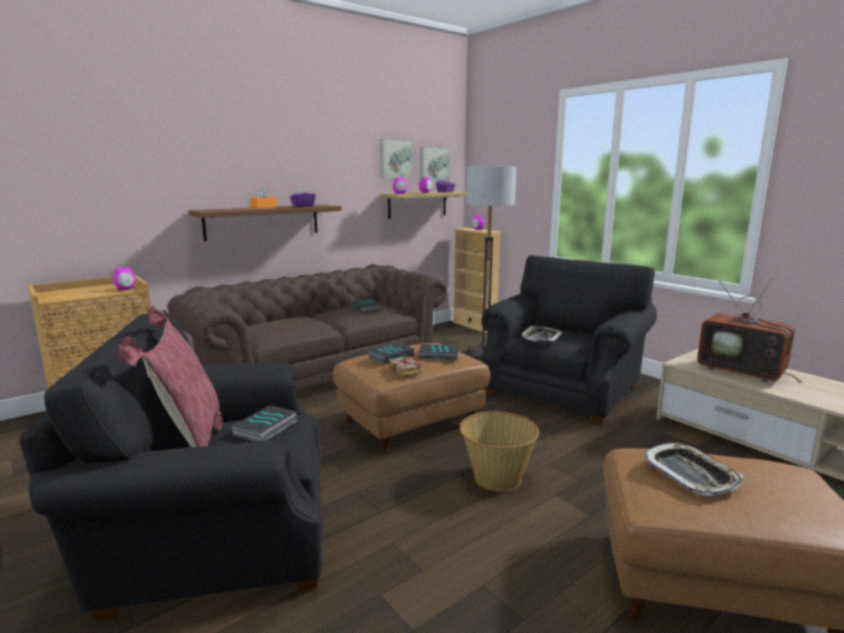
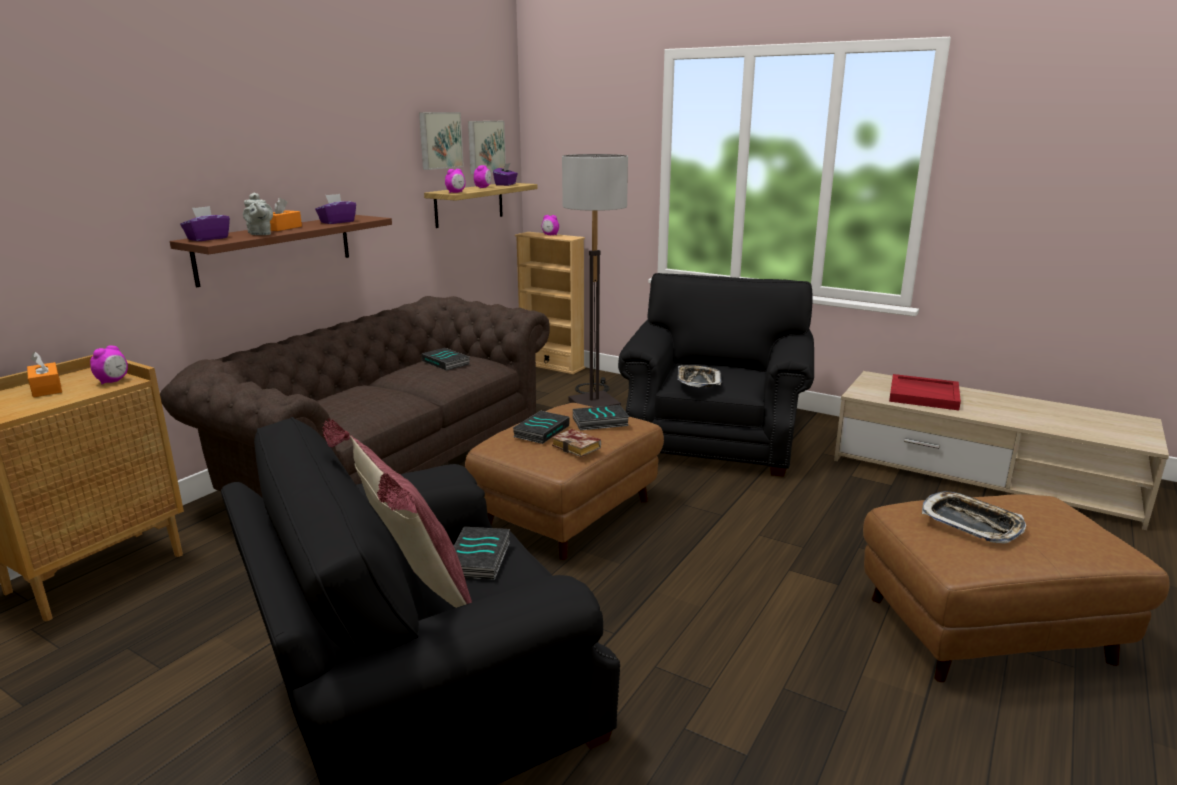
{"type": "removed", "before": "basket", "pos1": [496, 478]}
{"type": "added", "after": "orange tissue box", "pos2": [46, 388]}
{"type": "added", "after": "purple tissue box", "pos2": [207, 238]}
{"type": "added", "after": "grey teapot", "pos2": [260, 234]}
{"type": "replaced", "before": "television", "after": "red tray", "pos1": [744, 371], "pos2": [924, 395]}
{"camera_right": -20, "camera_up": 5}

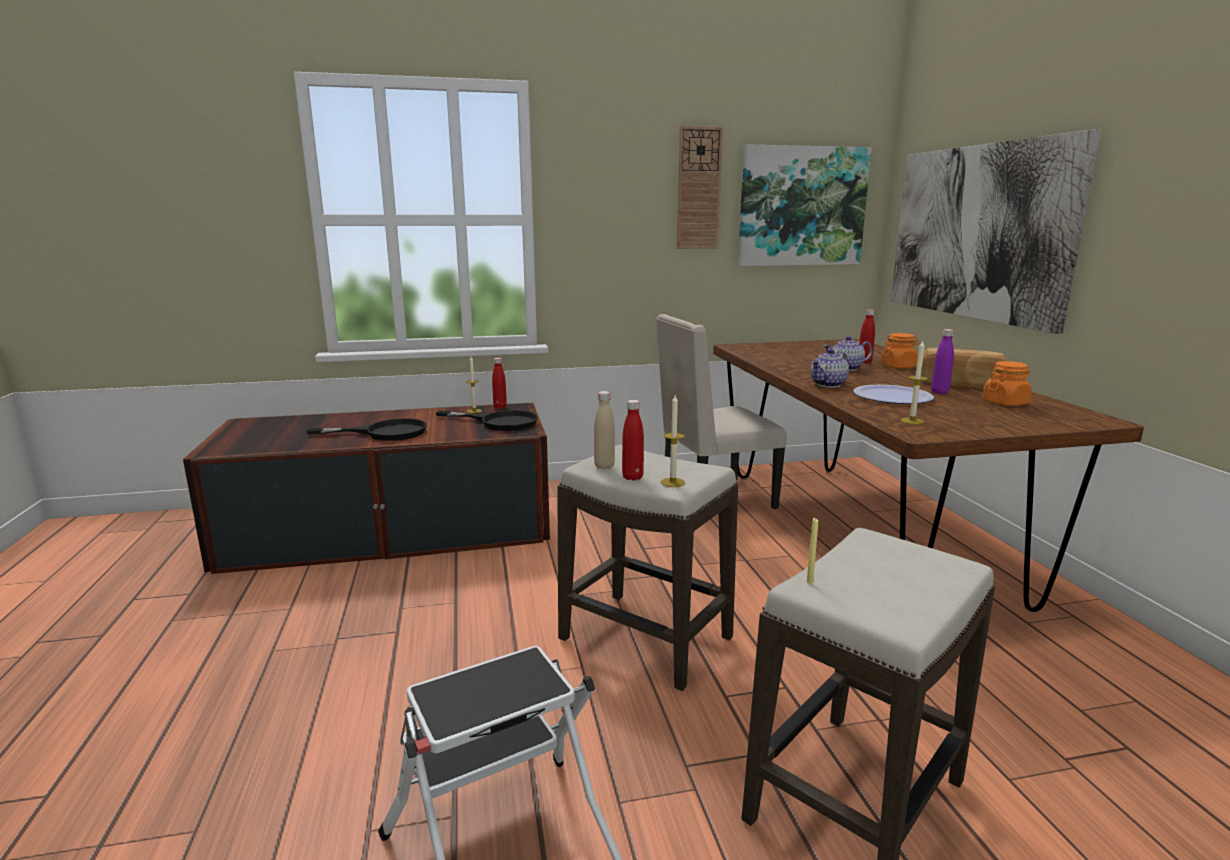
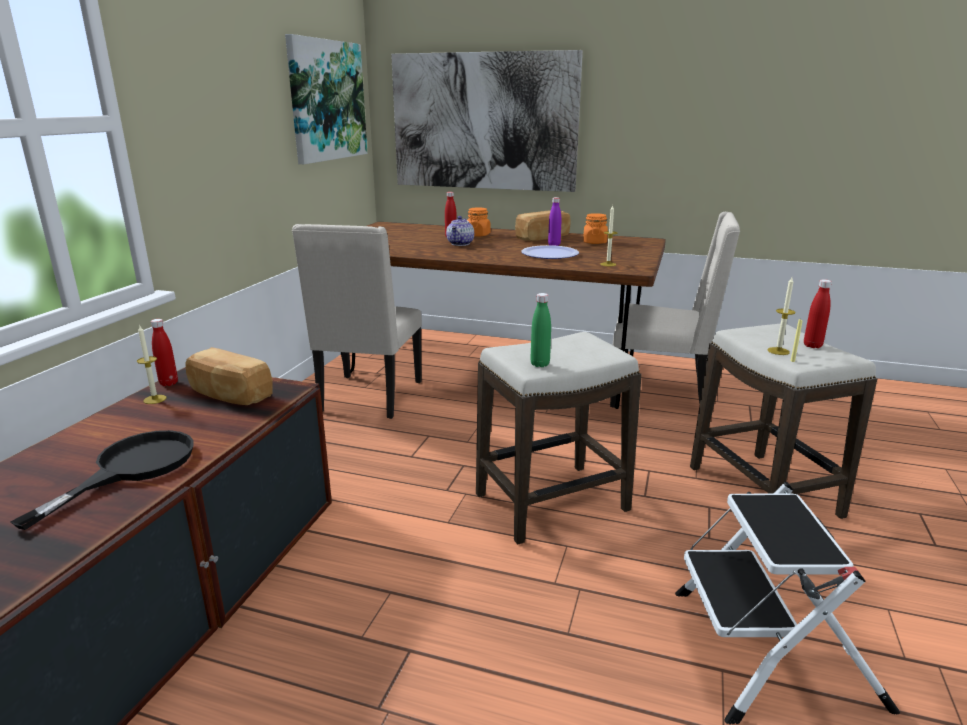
{"type": "removed", "before": "wall clock", "pos1": [698, 189]}
{"type": "removed", "before": "teapot", "pos1": [828, 385]}
{"type": "added", "after": "beige chair", "pos2": [661, 395]}
{"type": "moved", "before": "red bottle", "pos1": [632, 477], "pos2": [812, 345]}
{"type": "moved", "before": "candle", "pos1": [672, 482], "pos2": [778, 351]}
{"type": "replaced", "before": "black frying pan", "after": "bread", "pos1": [500, 422], "pos2": [229, 394]}
{"type": "recoloured", "before": "beige bottle", "after": "green bottle", "pos1": [604, 466], "pos2": [540, 364]}
{"camera_right": -60, "camera_up": 5}

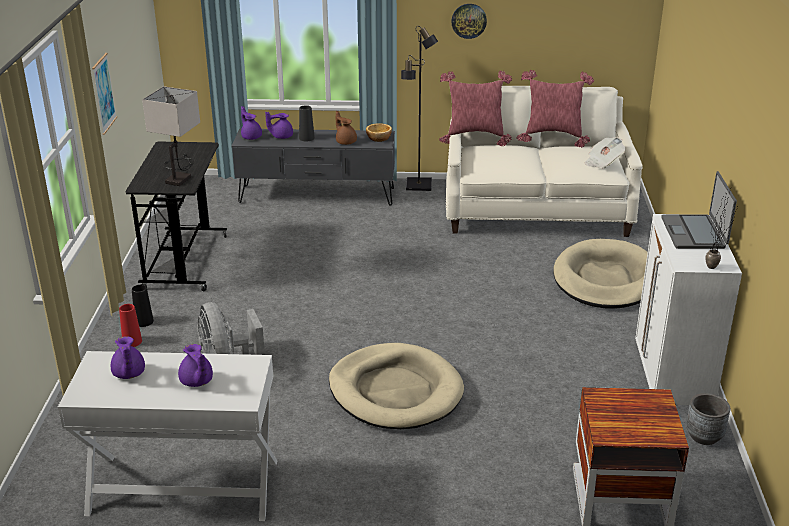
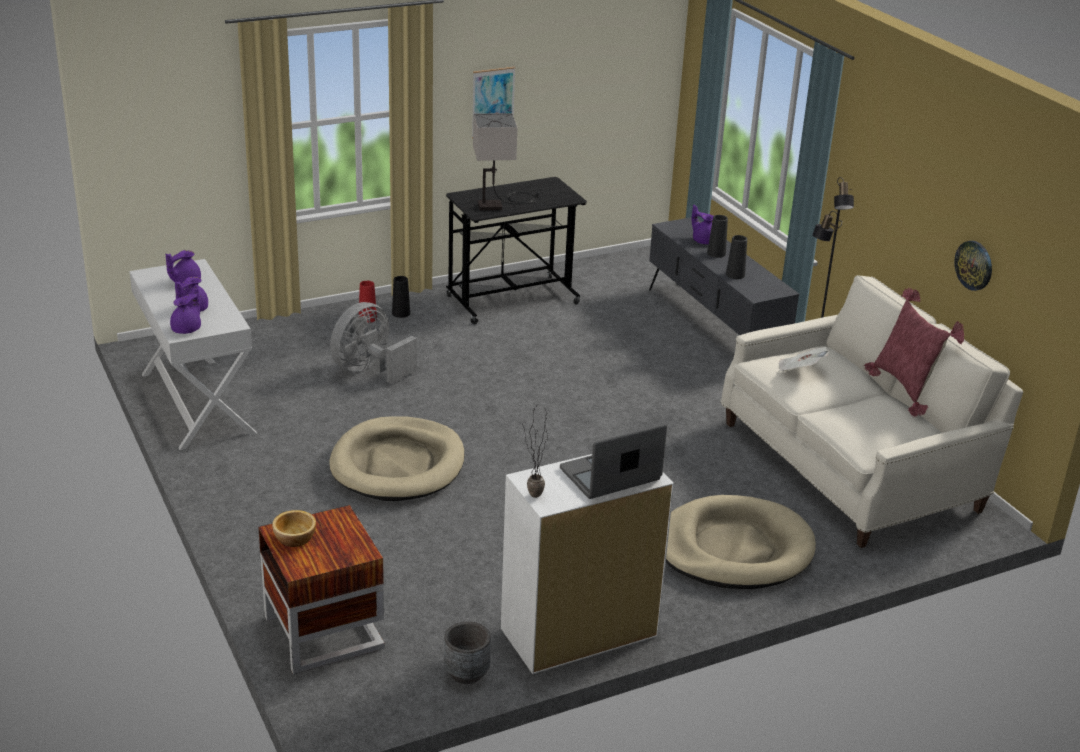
{"type": "removed", "before": "red pillow", "pos1": [474, 141]}
{"type": "moved", "before": "purple teapot", "pos1": [251, 136], "pos2": [187, 329]}
{"type": "moved", "before": "bowl", "pos1": [379, 138], "pos2": [295, 538]}
{"type": "moved", "before": "wall clock", "pos1": [469, 20], "pos2": [974, 265]}
{"type": "moved", "before": "newspaper", "pos1": [603, 162], "pos2": [799, 371]}
{"type": "replaced", "before": "brown teapot", "after": "black vase", "pos1": [345, 141], "pos2": [735, 274]}
{"camera_right": 60, "camera_up": 0}

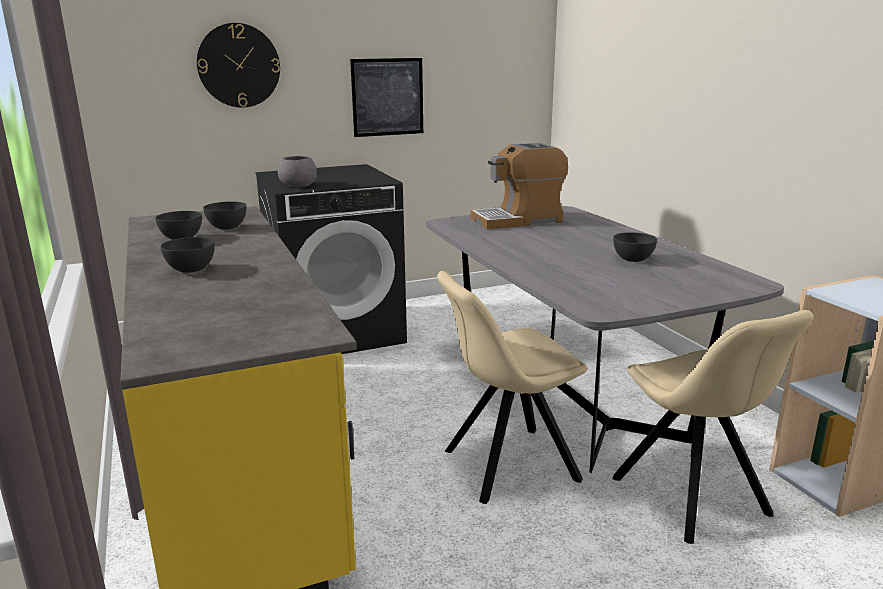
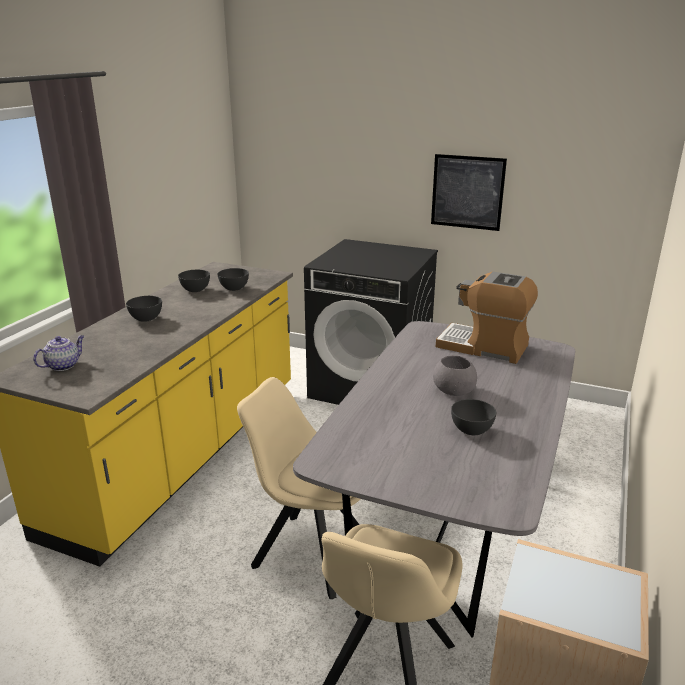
{"type": "removed", "before": "wall clock", "pos1": [239, 65]}
{"type": "added", "after": "teapot", "pos2": [63, 365]}
{"type": "moved", "before": "grey bowl", "pos1": [299, 185], "pos2": [454, 390]}
{"camera_right": 45, "camera_up": 5}

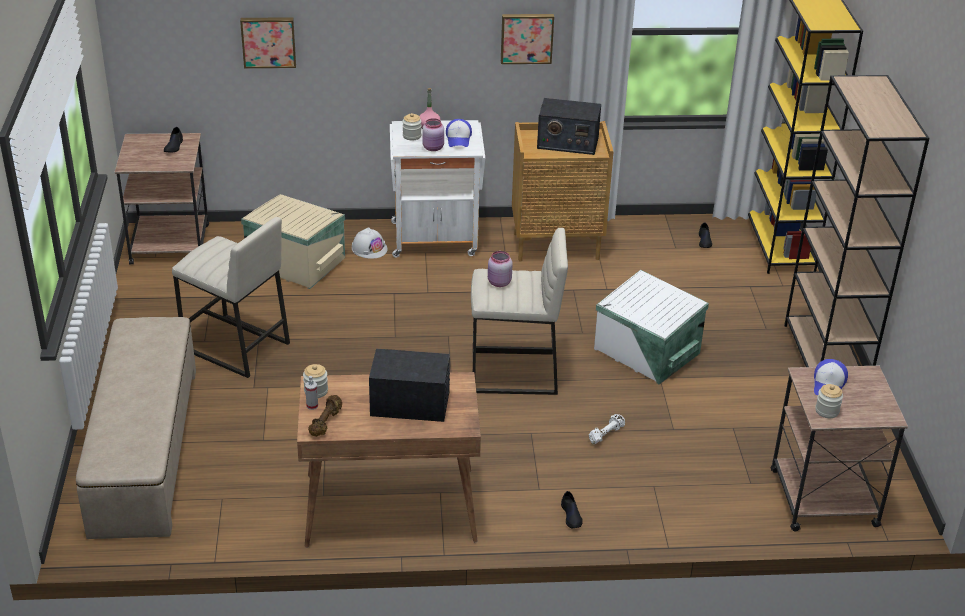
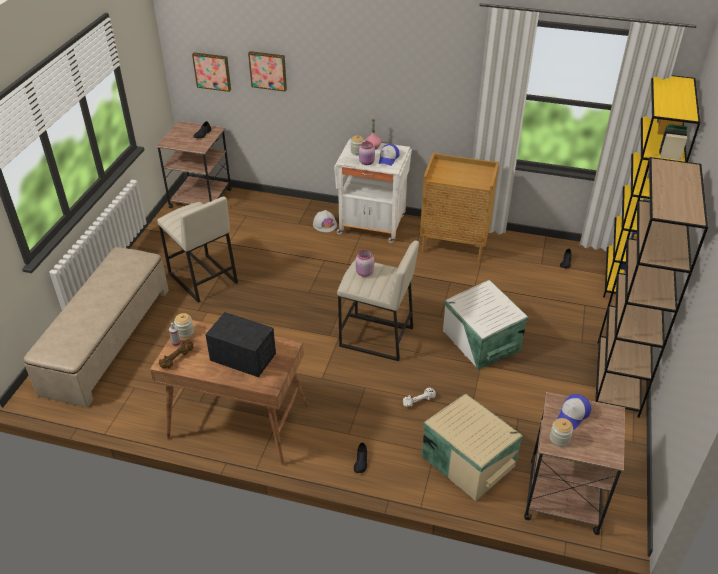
{"type": "removed", "before": "radio", "pos1": [567, 142]}
{"type": "moved", "before": "beige storage box", "pos1": [296, 261], "pos2": [468, 460]}
{"type": "moved", "before": "picture", "pos1": [526, 37], "pos2": [212, 71]}
{"camera_right": 20, "camera_up": 5}

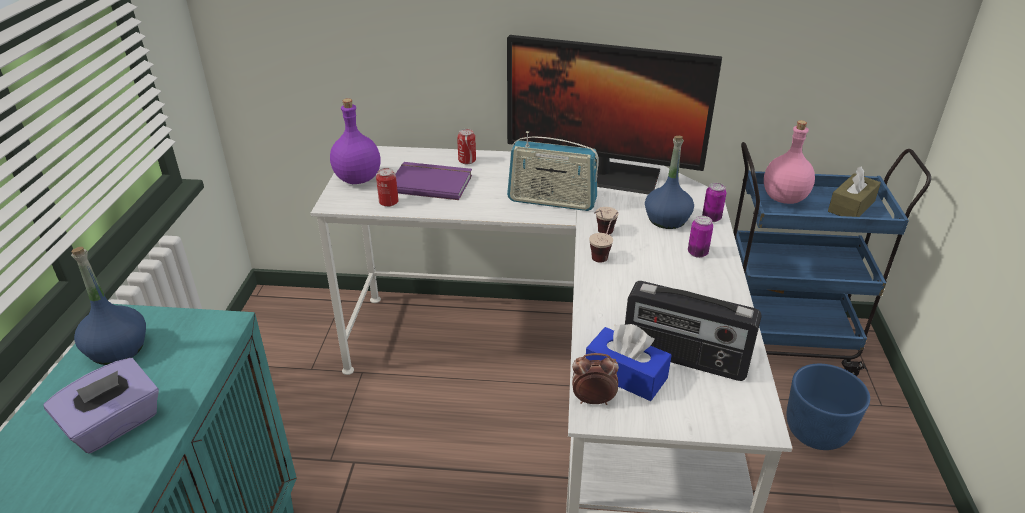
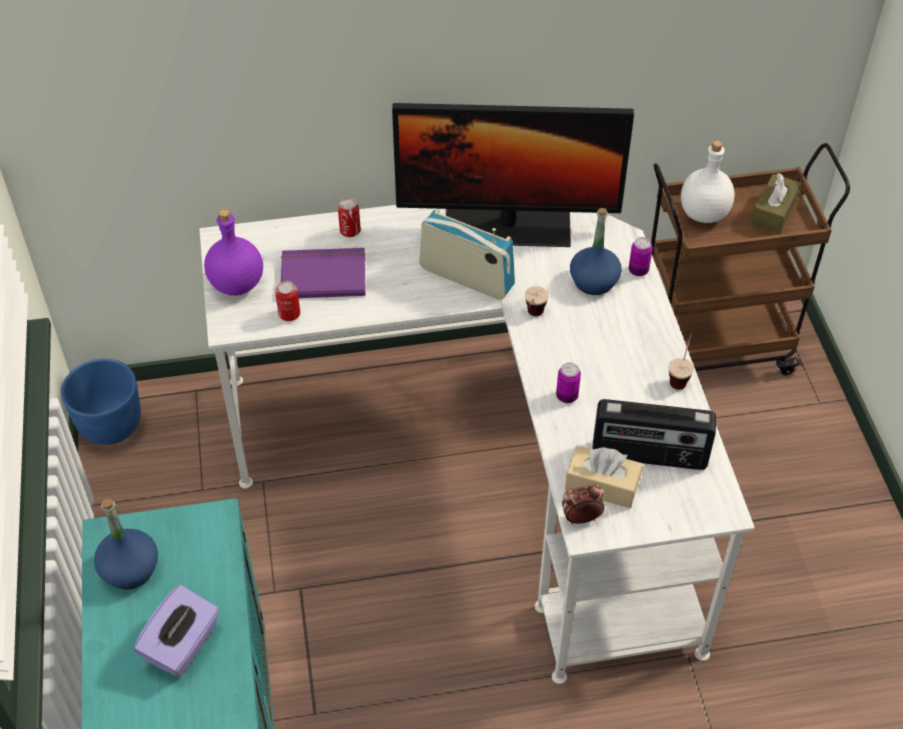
{"type": "moved", "before": "cup", "pos1": [604, 254], "pos2": [680, 376]}
{"type": "moved", "before": "can", "pos1": [697, 253], "pos2": [567, 396]}
{"type": "moved", "before": "blue planter", "pos1": [816, 434], "pos2": [111, 427]}
{"type": "recoloured", "before": "blue tissue box", "after": "beige tissue box", "pos1": [625, 375], "pos2": [602, 485]}
{"type": "recoloured", "before": "blue cart", "after": "brown cart", "pos1": [783, 346], "pos2": [713, 350]}
{"type": "recoloured", "before": "pink bottle", "after": "white bottle", "pos1": [783, 198], "pos2": [702, 213]}
{"type": "turned", "before": "radio", "pos1": [551, 201], "pos2": [466, 277], "turn": -150}
{"camera_right": -15, "camera_up": 15}

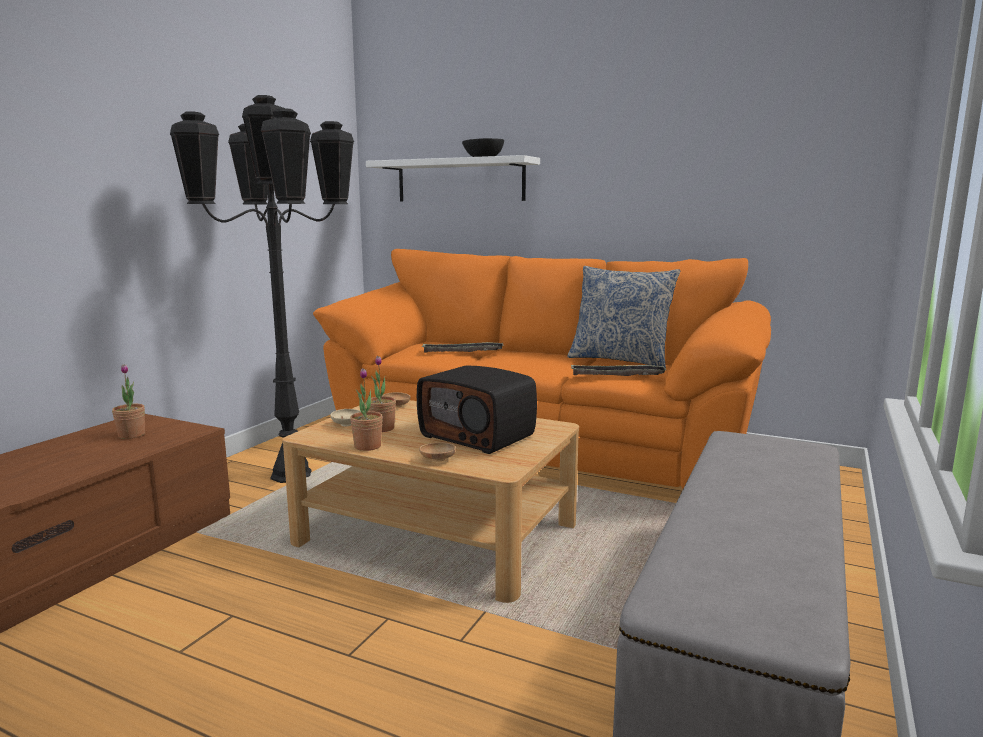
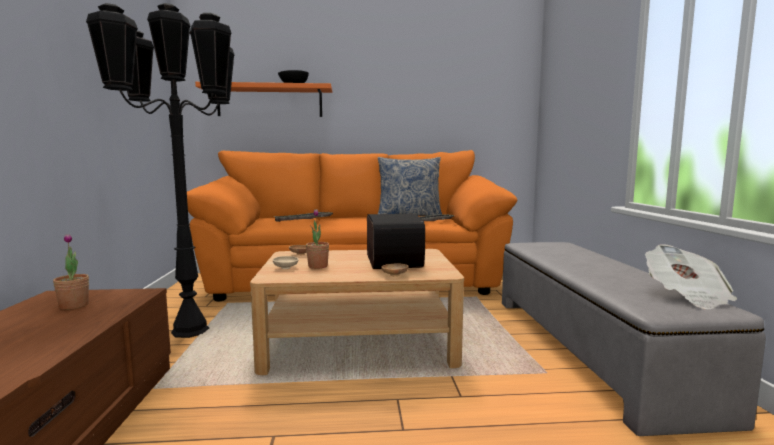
{"type": "removed", "before": "potted plant", "pos1": [367, 446]}
{"type": "added", "after": "newspaper", "pos2": [686, 296]}
{"type": "recoloured", "before": "white shelf", "after": "orange shelf", "pos1": [460, 180], "pos2": [270, 102]}
{"type": "turned", "before": "radio", "pos1": [478, 435], "pos2": [392, 261], "turn": -105}
{"camera_right": -30, "camera_up": -5}

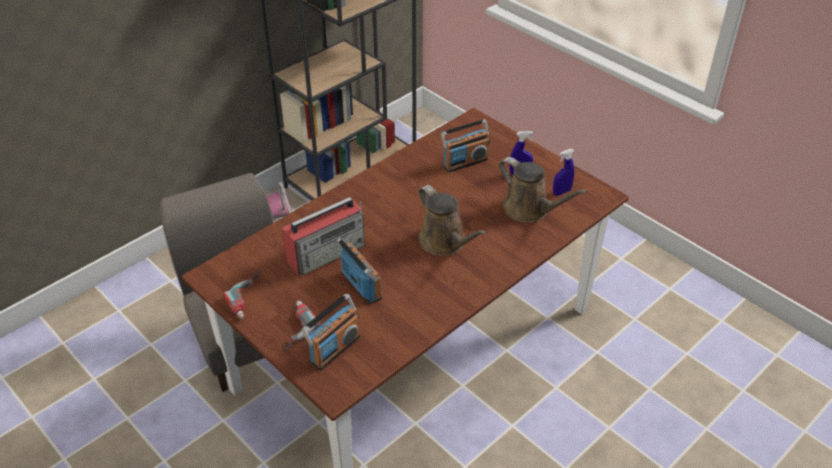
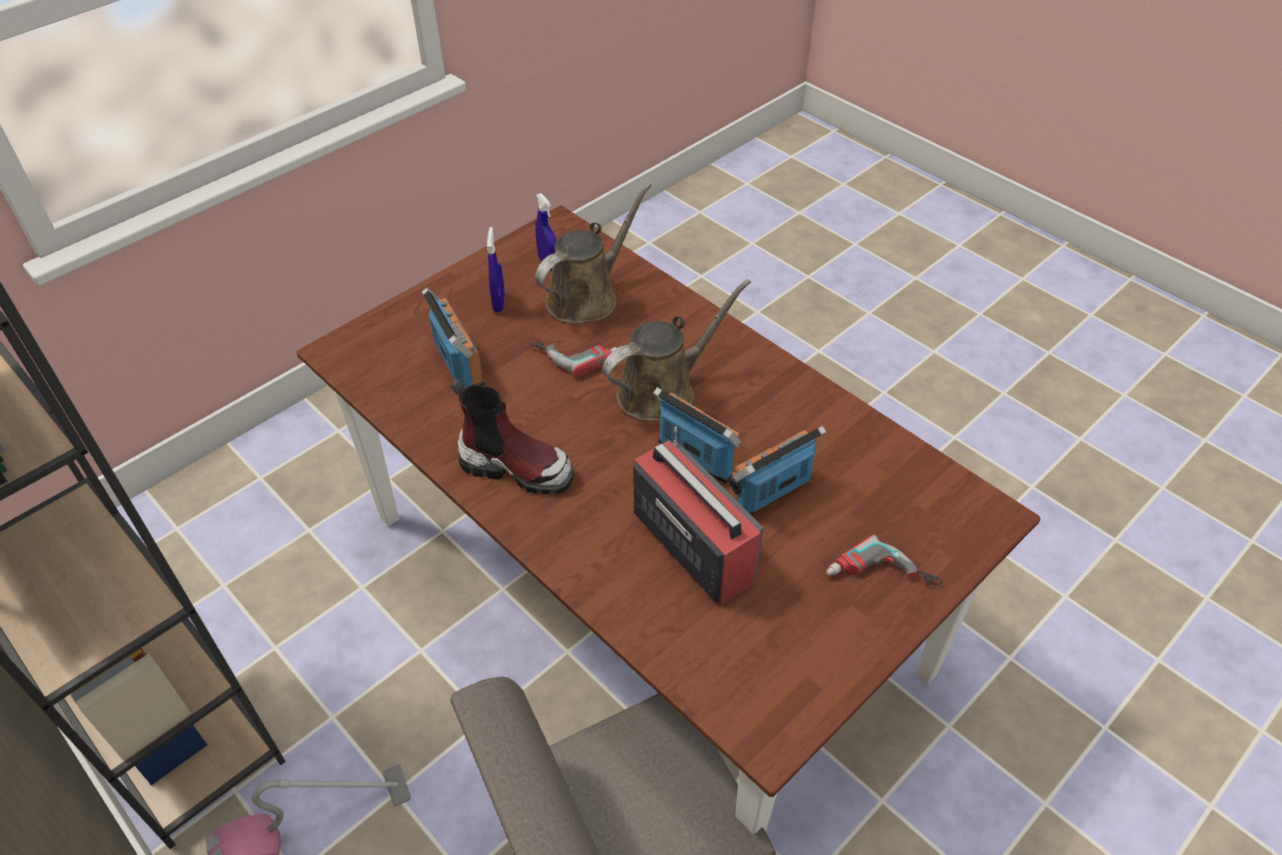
{"type": "added", "after": "boot", "pos2": [516, 467]}
{"type": "moved", "before": "power drill", "pos1": [250, 298], "pos2": [576, 352]}
{"type": "moved", "before": "radio", "pos1": [334, 349], "pos2": [697, 457]}
{"camera_right": -90, "camera_up": 5}

